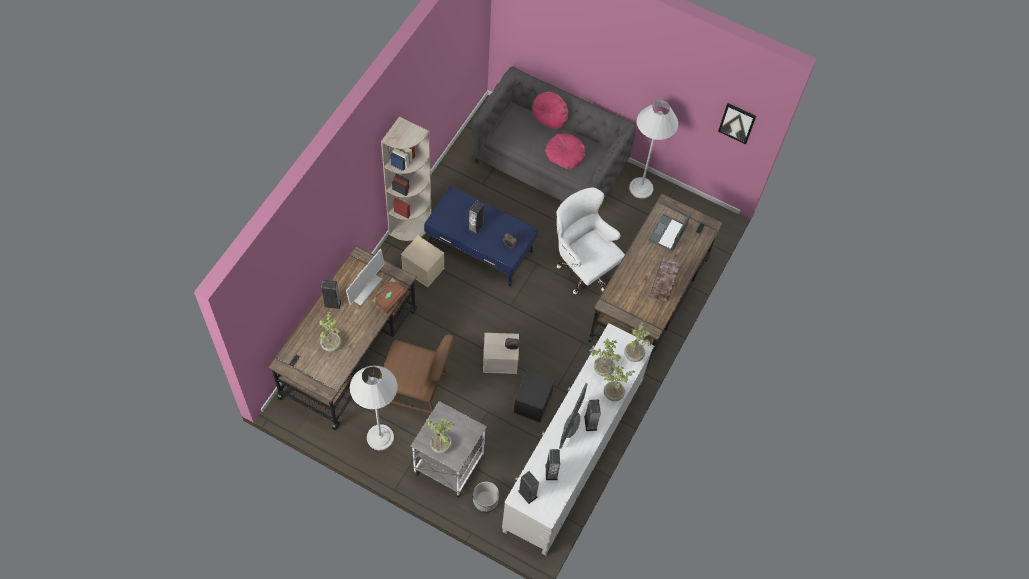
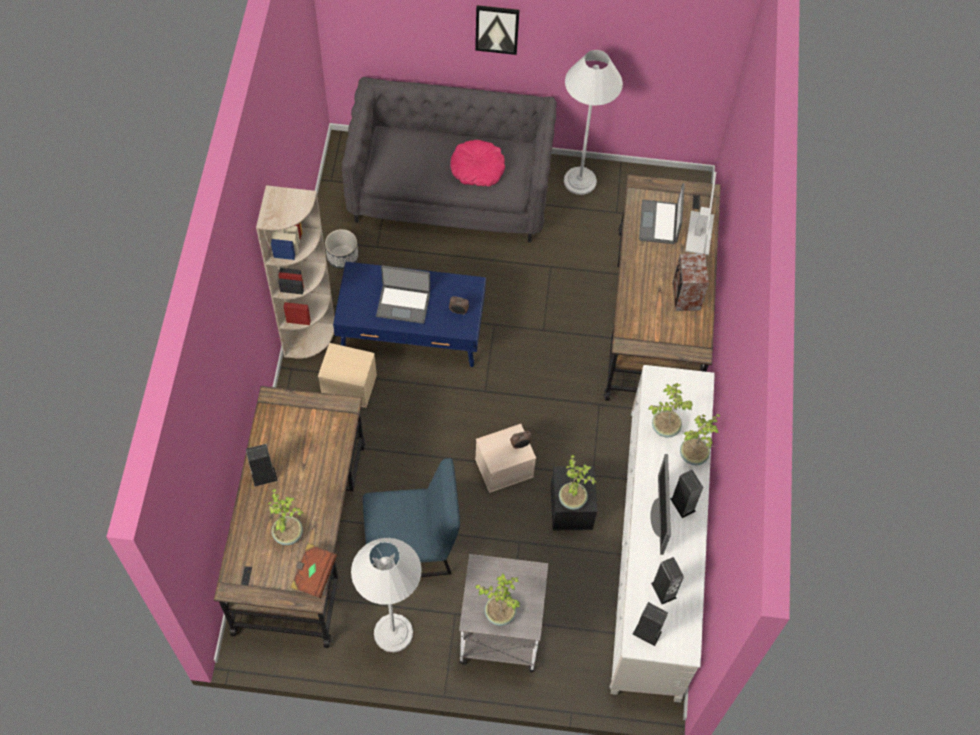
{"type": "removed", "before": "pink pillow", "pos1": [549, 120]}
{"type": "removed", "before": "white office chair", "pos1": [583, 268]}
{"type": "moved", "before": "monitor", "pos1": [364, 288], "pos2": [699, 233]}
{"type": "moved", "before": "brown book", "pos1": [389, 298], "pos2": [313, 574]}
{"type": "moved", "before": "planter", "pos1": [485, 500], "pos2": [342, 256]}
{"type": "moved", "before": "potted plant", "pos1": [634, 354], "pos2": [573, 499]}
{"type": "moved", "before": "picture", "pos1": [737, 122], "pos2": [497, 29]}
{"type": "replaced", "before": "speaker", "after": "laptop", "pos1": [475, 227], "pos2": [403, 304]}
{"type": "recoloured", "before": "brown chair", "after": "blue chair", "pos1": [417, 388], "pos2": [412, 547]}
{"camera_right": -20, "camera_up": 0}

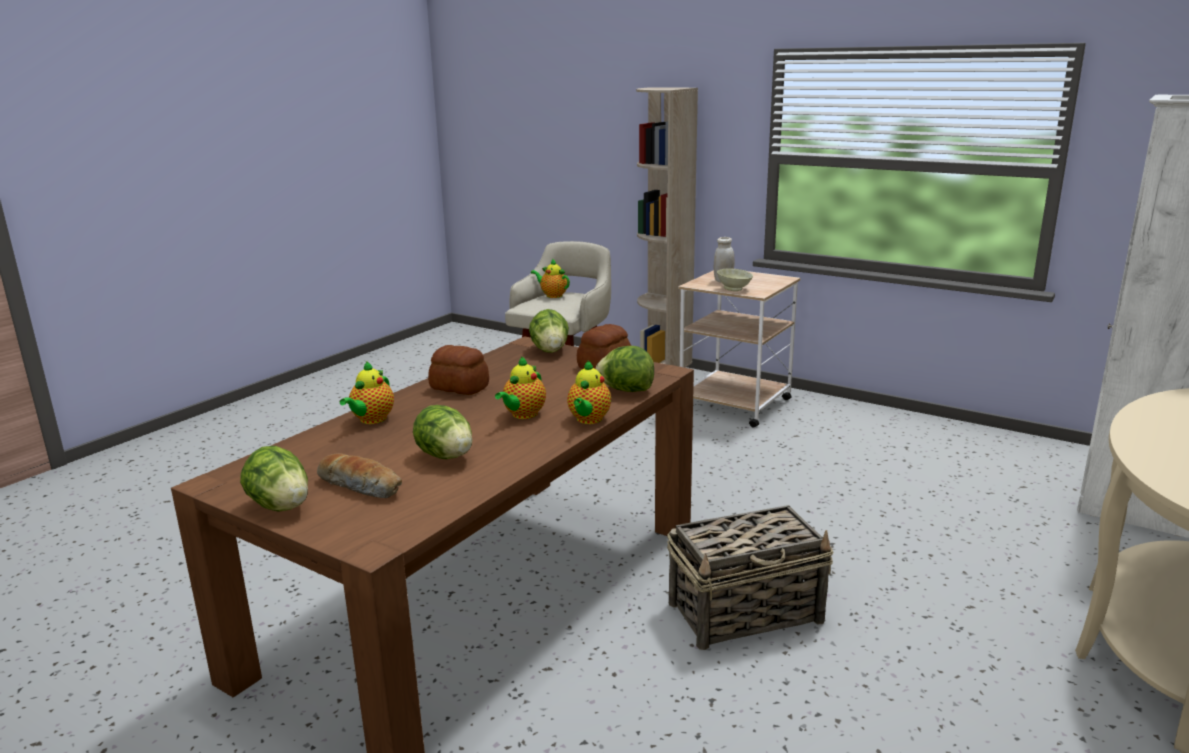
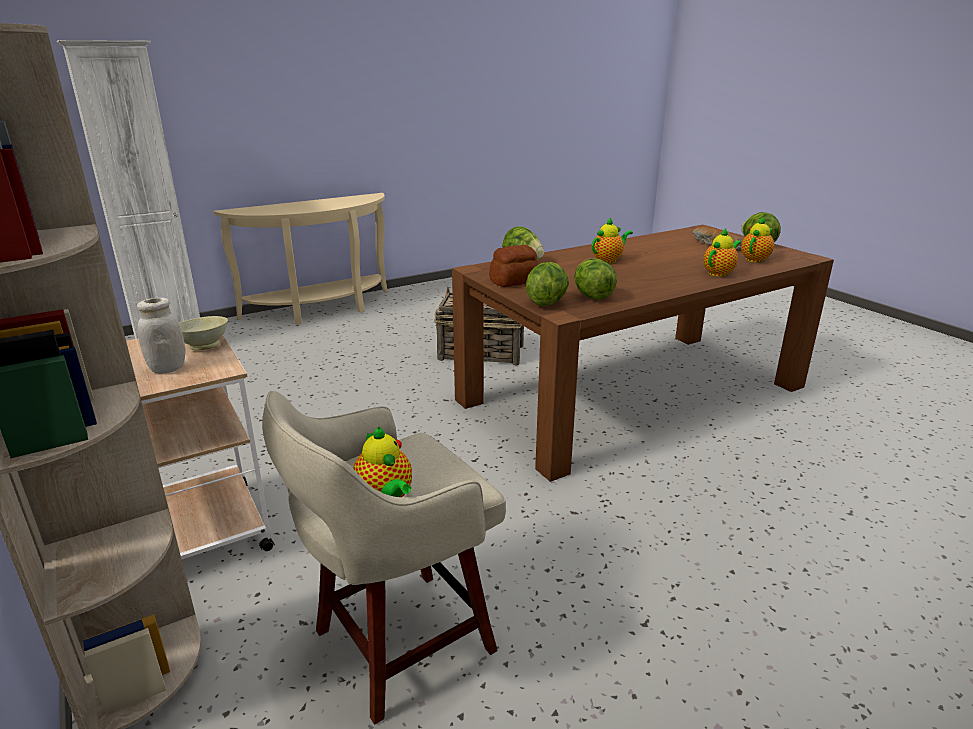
{"type": "removed", "before": "bread", "pos1": [459, 387]}
{"type": "moved", "before": "lettuce", "pos1": [446, 456], "pos2": [592, 296]}
{"type": "moved", "before": "teapot", "pos1": [588, 420], "pos2": [756, 259]}
{"camera_right": -155, "camera_up": 5}

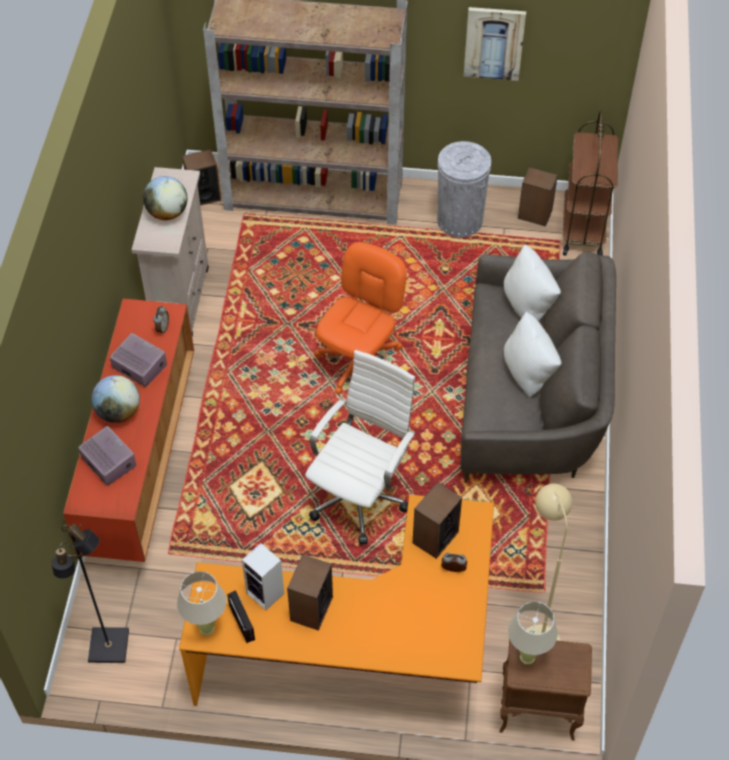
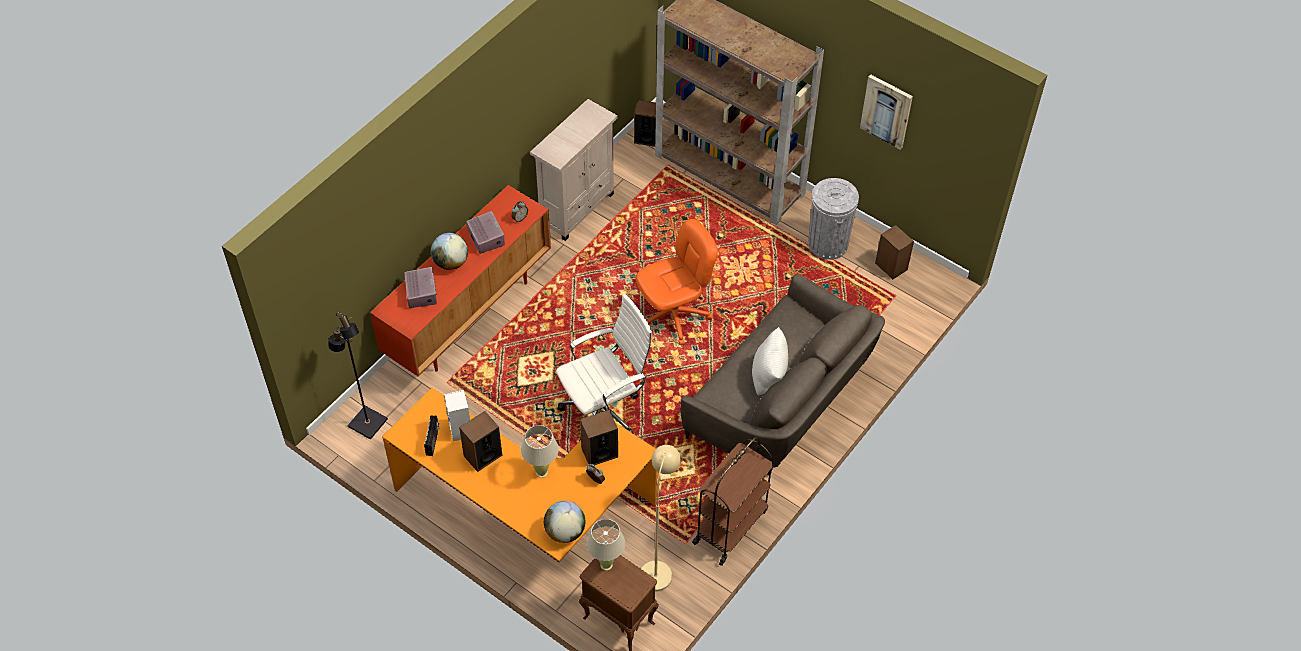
{"type": "removed", "before": "white pillow", "pos1": [528, 307]}
{"type": "moved", "before": "globe", "pos1": [167, 213], "pos2": [565, 532]}
{"type": "moved", "before": "beige table lamp", "pos1": [206, 628], "pos2": [541, 472]}
{"type": "moved", "before": "brown cart", "pos1": [583, 227], "pos2": [731, 526]}
{"camera_right": 30, "camera_up": 0}

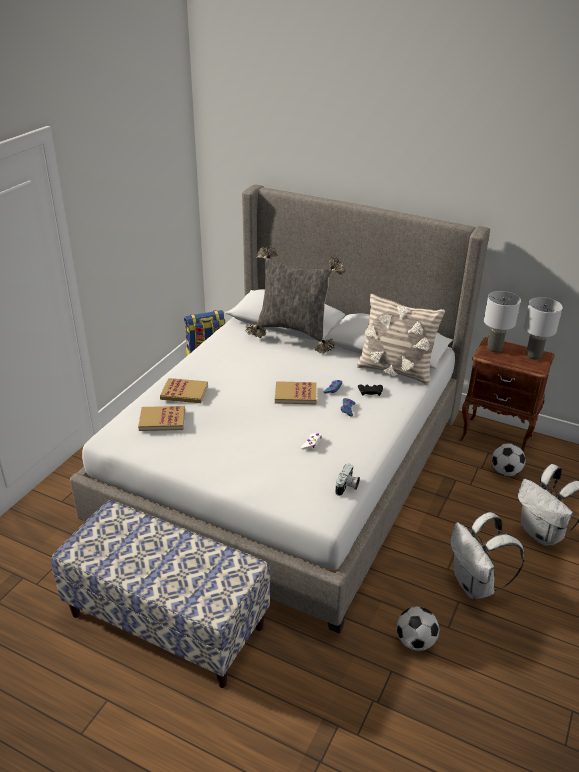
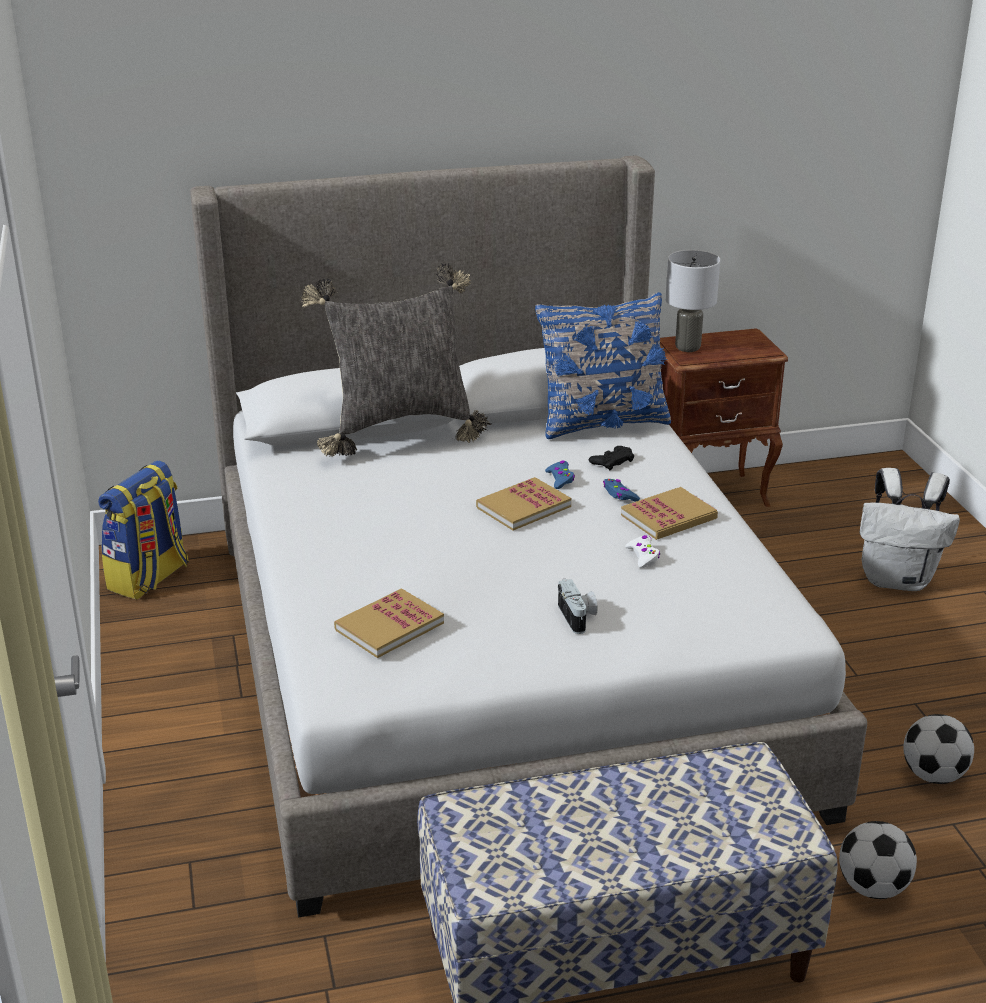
{"type": "removed", "before": "white backpack", "pos1": [475, 585]}
{"type": "removed", "before": "white table lamp", "pos1": [533, 356]}
{"type": "moved", "before": "book", "pos1": [184, 392], "pos2": [668, 517]}
{"type": "moved", "before": "photo camera", "pos1": [347, 487], "pos2": [579, 617]}
{"type": "moved", "before": "football", "pos1": [505, 472], "pos2": [873, 887]}
{"type": "recoloured", "before": "beige pillow", "after": "blue pillow", "pos1": [395, 371], "pos2": [603, 424]}
{"camera_right": -40, "camera_up": -5}

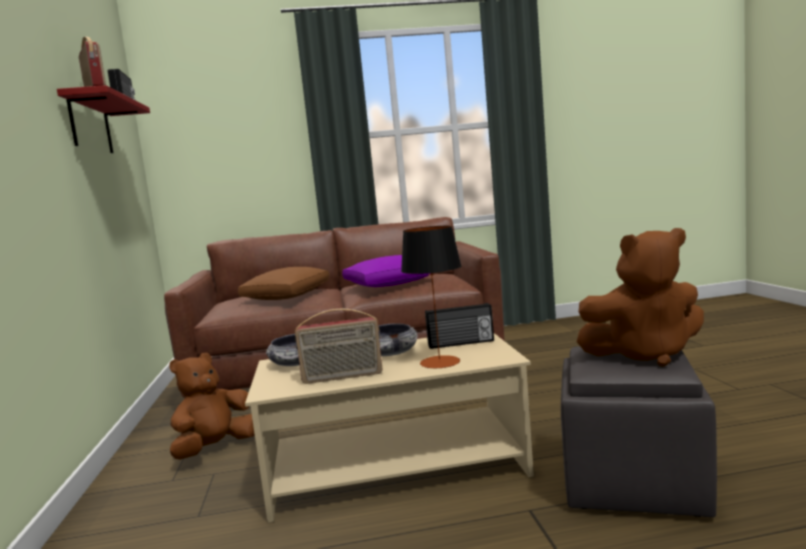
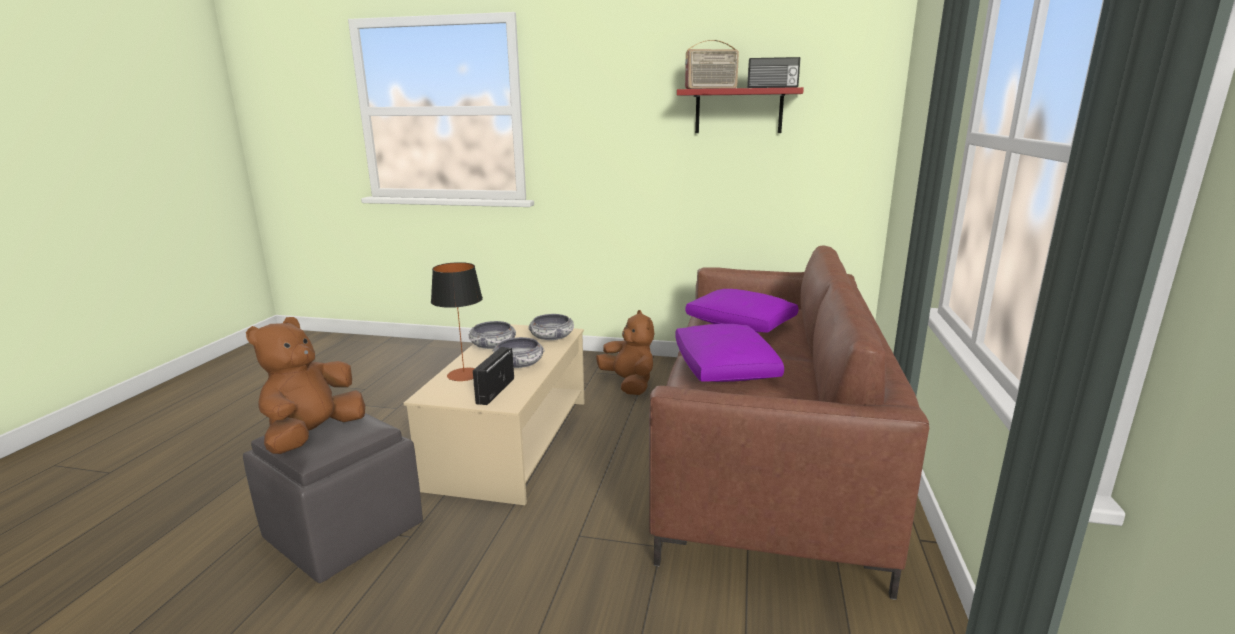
{"type": "replaced", "before": "radio", "after": "bowl", "pos1": [342, 377], "pos2": [493, 345]}
{"type": "recoloured", "before": "brown pillow", "after": "purple pillow", "pos1": [287, 296], "pos2": [739, 324]}
{"camera_right": 110, "camera_up": 10}

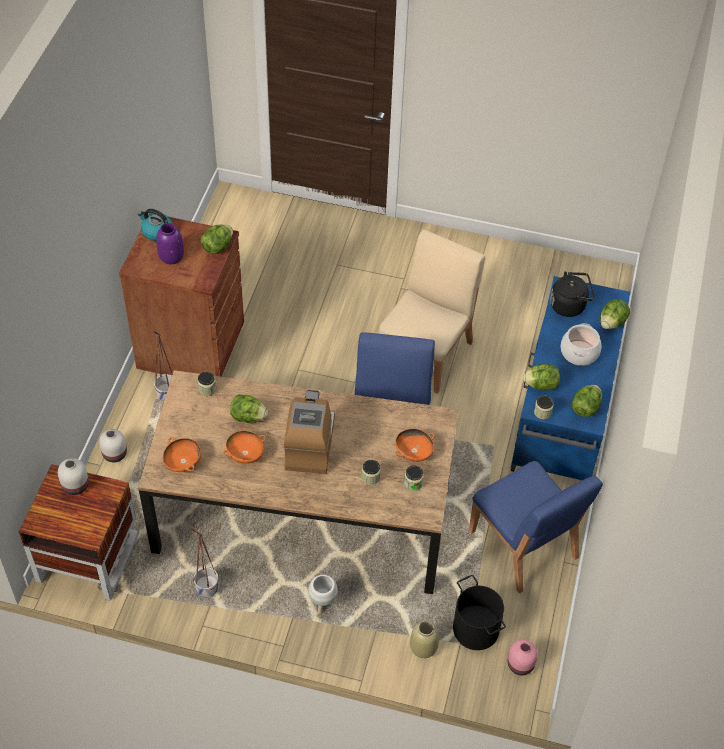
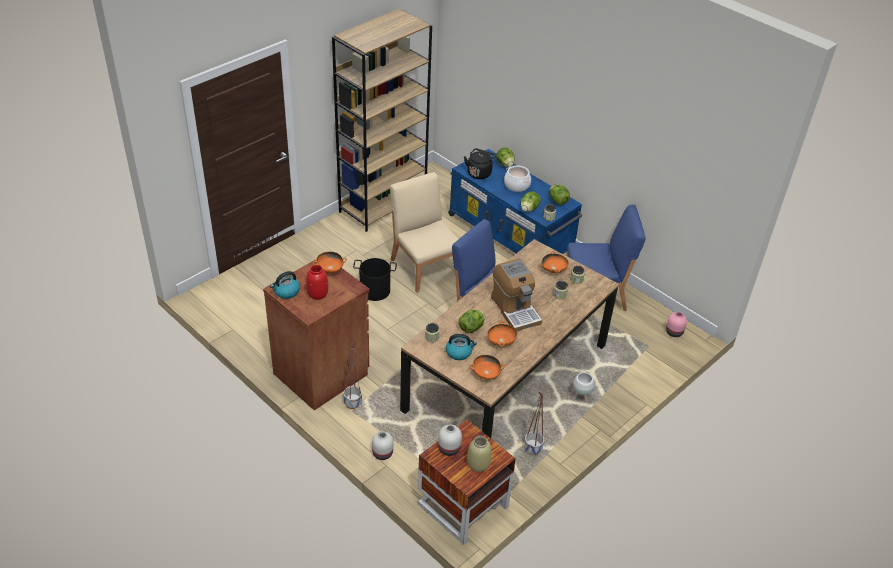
{"type": "added", "after": "brown bookcase", "pos2": [383, 204]}
{"type": "added", "after": "kettle", "pos2": [459, 352]}
{"type": "moved", "before": "beige vase", "pos1": [423, 648], "pos2": [478, 464]}
{"type": "moved", "before": "black bucket", "pos1": [475, 629], "pos2": [375, 290]}
{"type": "replaced", "before": "lettuce", "after": "orange bowl", "pos1": [218, 247], "pos2": [330, 269]}
{"type": "recoloured", "before": "purple vase", "after": "red vase", "pos1": [171, 257], "pos2": [318, 294]}
{"type": "turned", "before": "coffee machine", "pos1": [309, 444], "pos2": [515, 310], "turn": -150}
{"camera_right": -60, "camera_up": -10}

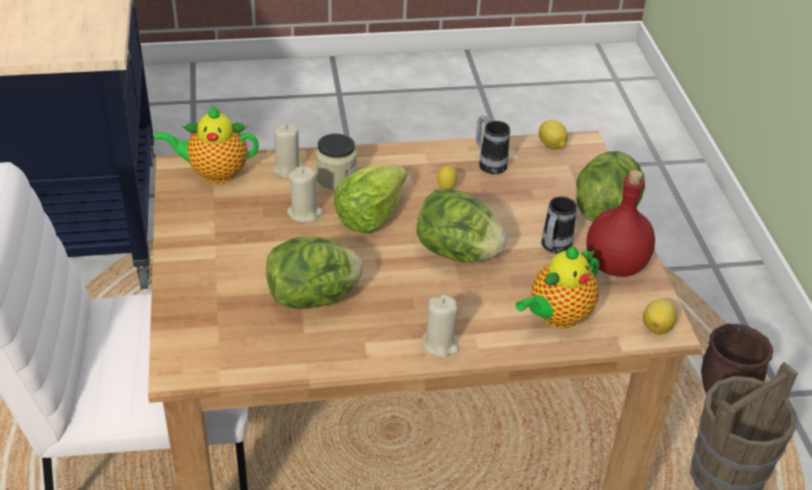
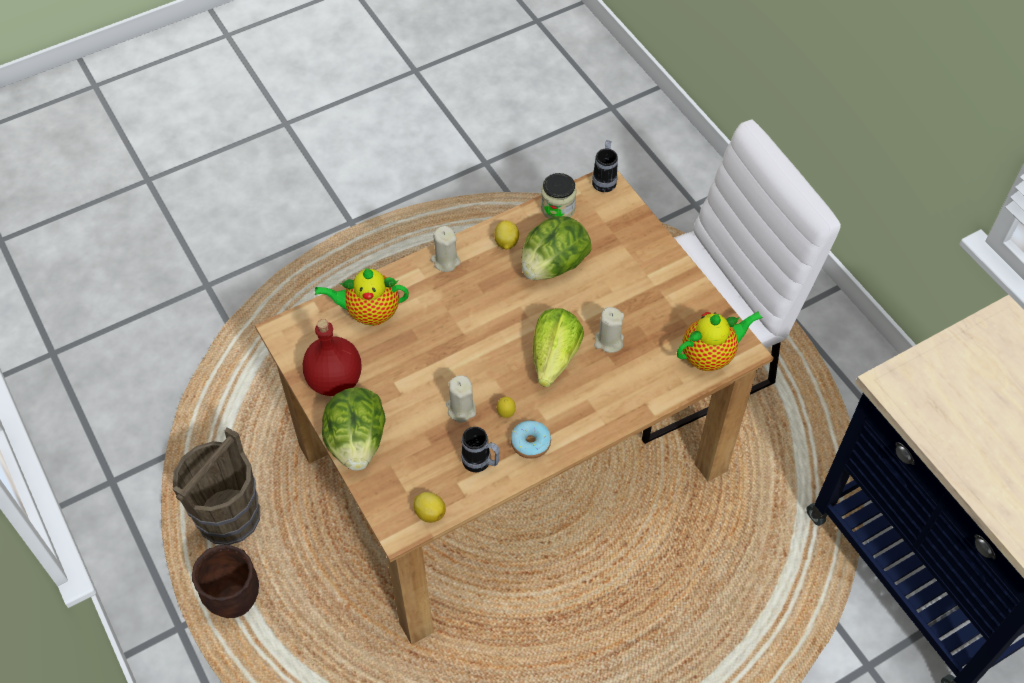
{"type": "removed", "before": "lettuce", "pos1": [457, 253]}
{"type": "added", "after": "donut", "pos2": [530, 443]}
{"type": "moved", "before": "beige candle", "pos1": [288, 168], "pos2": [461, 409]}
{"type": "moved", "before": "jar", "pos1": [336, 178], "pos2": [558, 208]}
{"type": "moved", "before": "mug", "pos1": [553, 248], "pos2": [604, 179]}
{"type": "moved", "before": "lemon", "pos1": [657, 327], "pos2": [506, 243]}
{"type": "turned", "before": "teapot", "pos1": [557, 317], "pos2": [369, 313], "turn": -120}
{"camera_right": 160, "camera_up": 15}

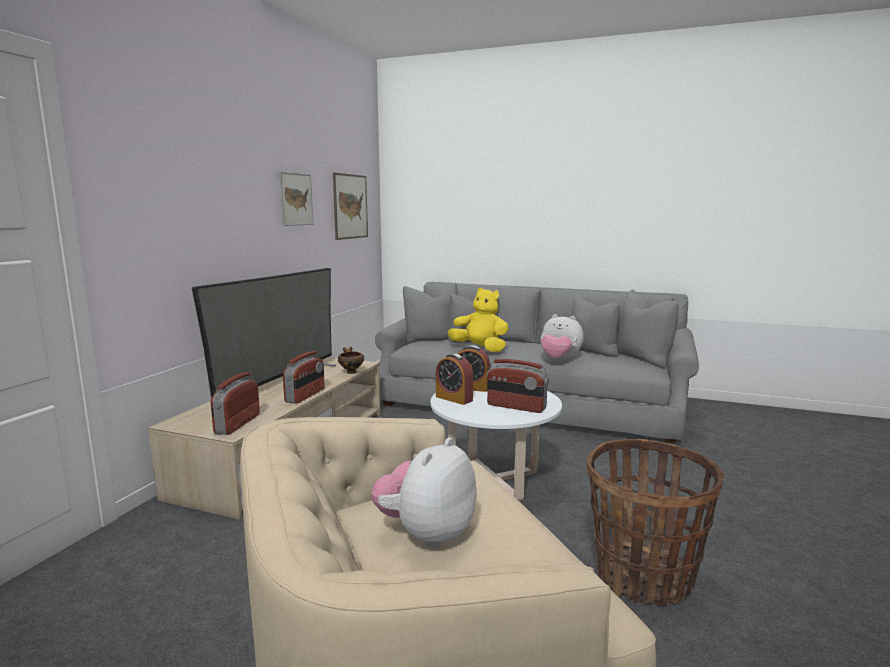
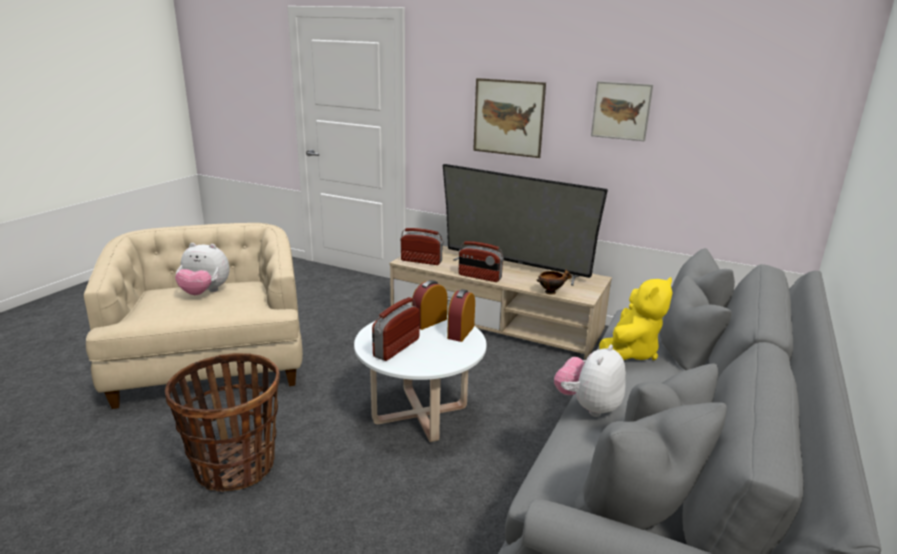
{"type": "moved", "before": "picture", "pos1": [350, 206], "pos2": [508, 117]}
{"type": "turned", "before": "plush toy", "pos1": [426, 534], "pos2": [205, 293], "turn": 150}
{"camera_right": 95, "camera_up": 10}

